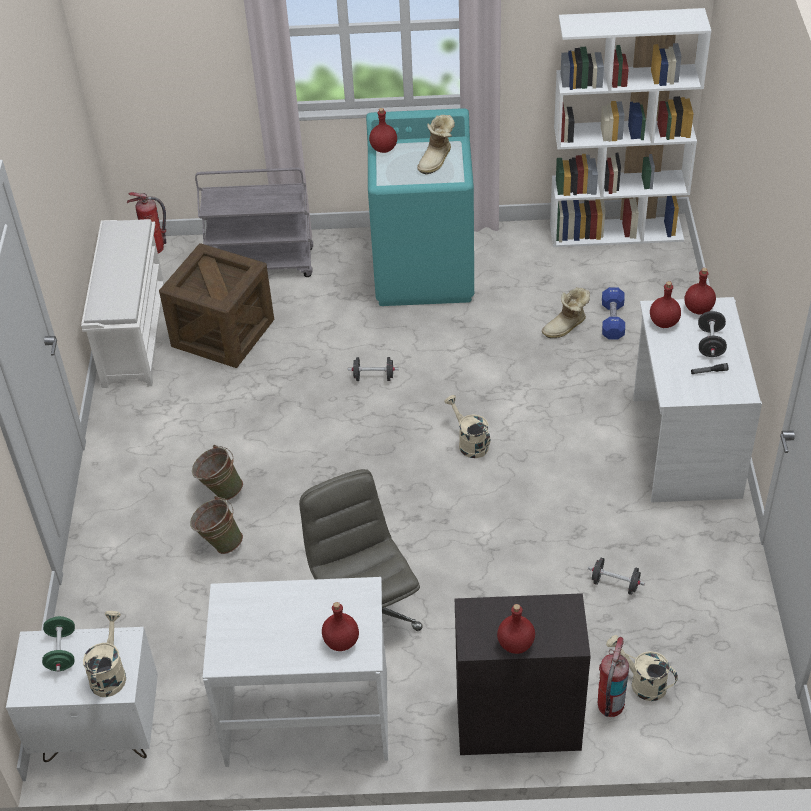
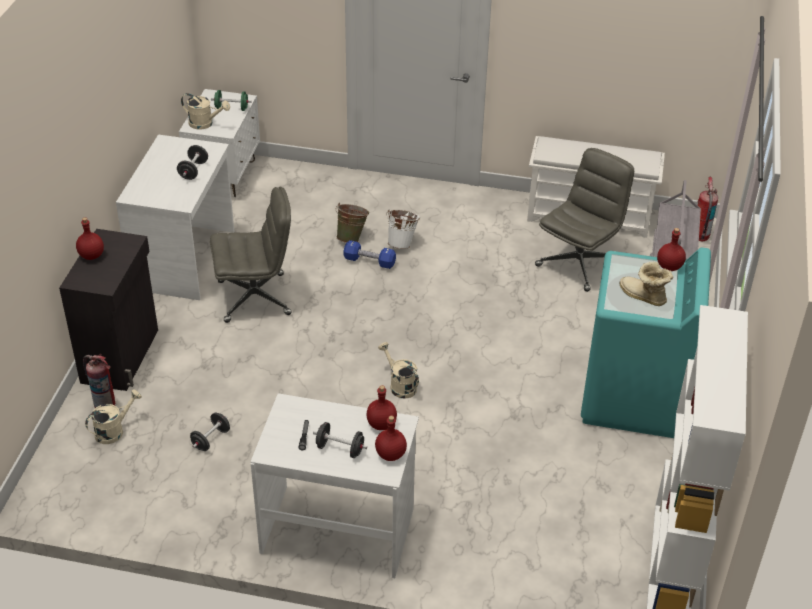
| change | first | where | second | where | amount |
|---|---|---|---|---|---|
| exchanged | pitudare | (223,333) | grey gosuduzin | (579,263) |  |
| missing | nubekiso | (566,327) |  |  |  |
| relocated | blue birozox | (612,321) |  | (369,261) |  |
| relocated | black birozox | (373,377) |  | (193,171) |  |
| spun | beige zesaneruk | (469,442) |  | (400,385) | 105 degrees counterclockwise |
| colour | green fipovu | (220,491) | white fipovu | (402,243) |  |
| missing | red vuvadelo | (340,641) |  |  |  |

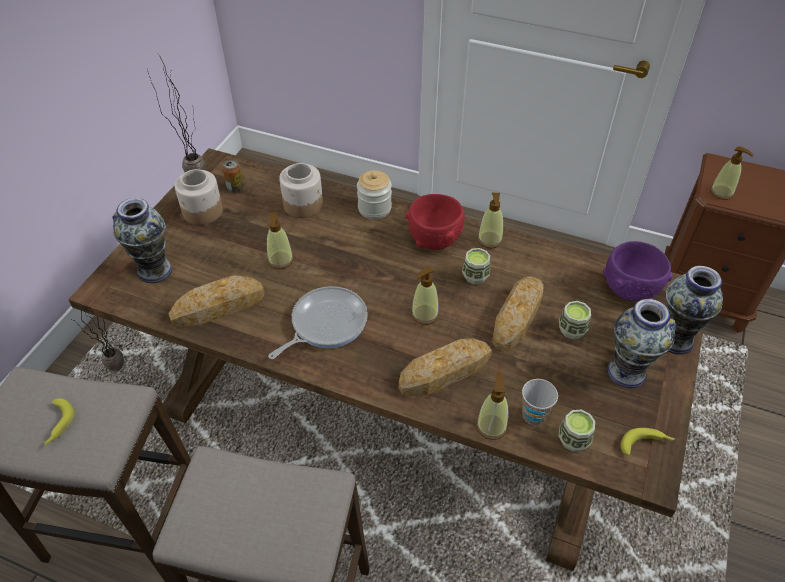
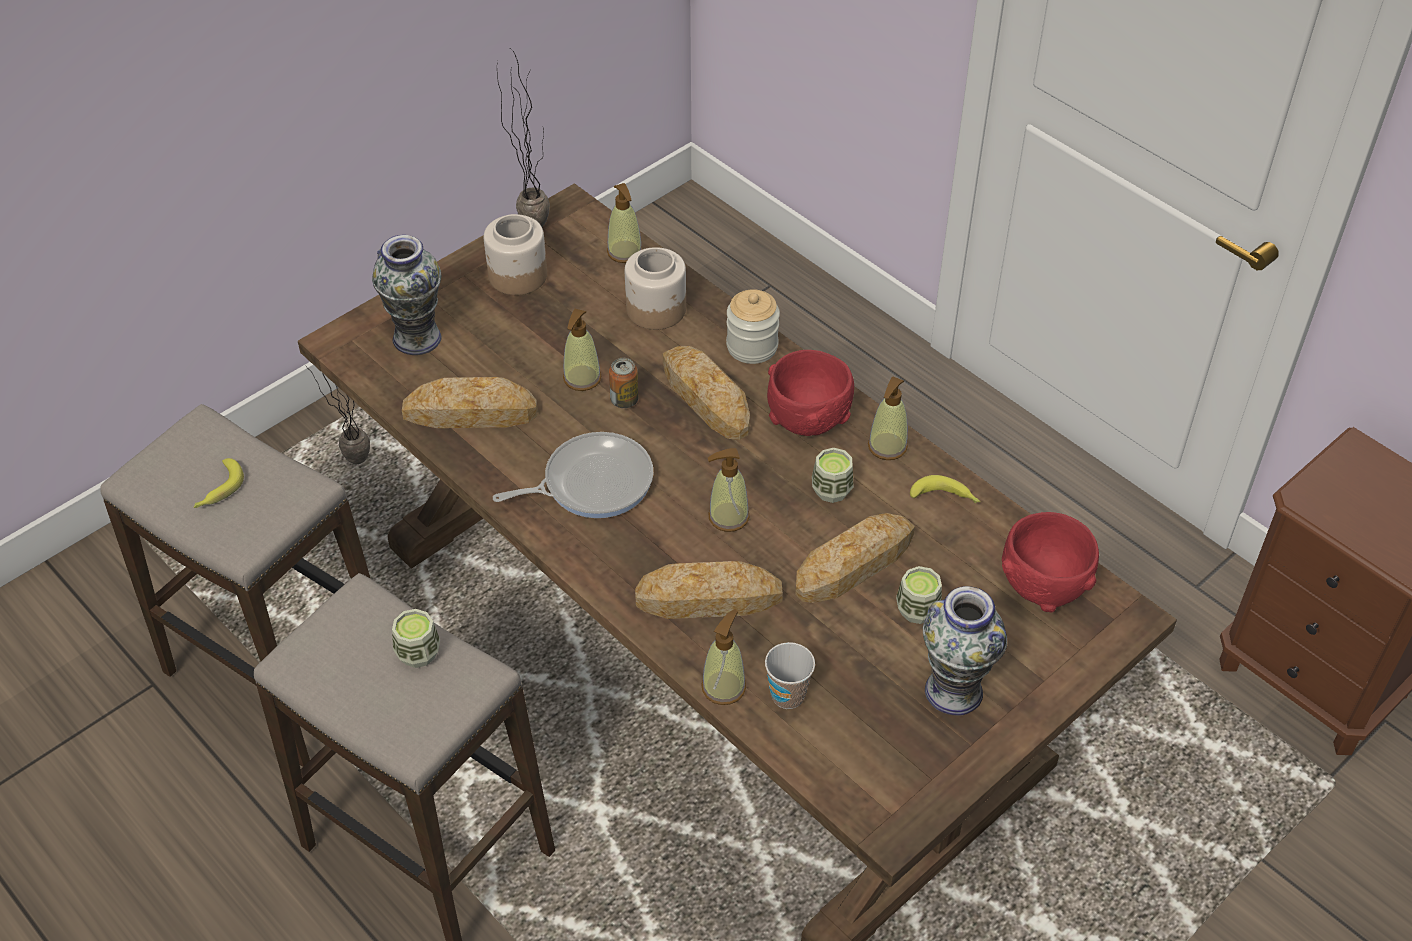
| change | first | where | second | where | amount |
|---|---|---|---|---|---|
| relocated | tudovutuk | (721,192) |  | (625,252) |  |
| relocated | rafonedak | (235,187) |  | (624,400) |  |
| colour | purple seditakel | (629,290) | red seditakel | (1042,587) |  |
| missing | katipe | (675,339) |  |  |  |
| relocated | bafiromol | (573,440) |  | (418,653) |  |
| relocated | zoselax | (646,444) |  | (945,498) |  |
| appeared |  |  | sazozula | (705,397) |  |

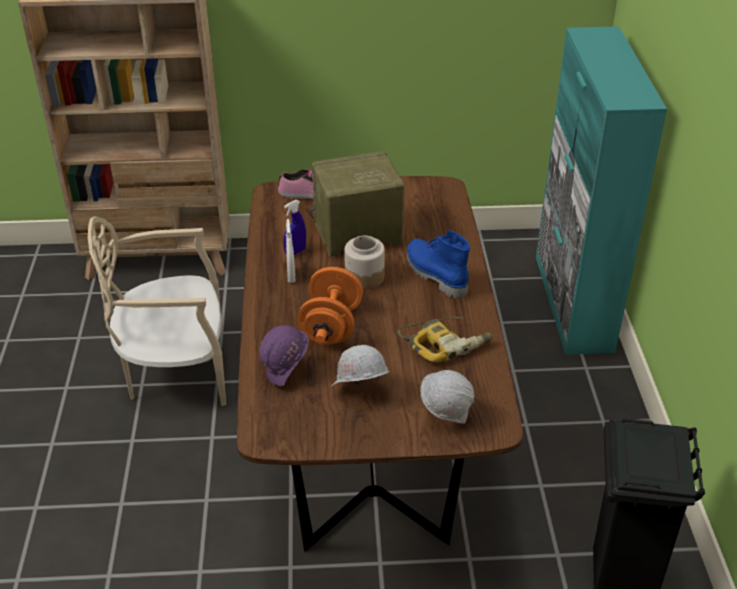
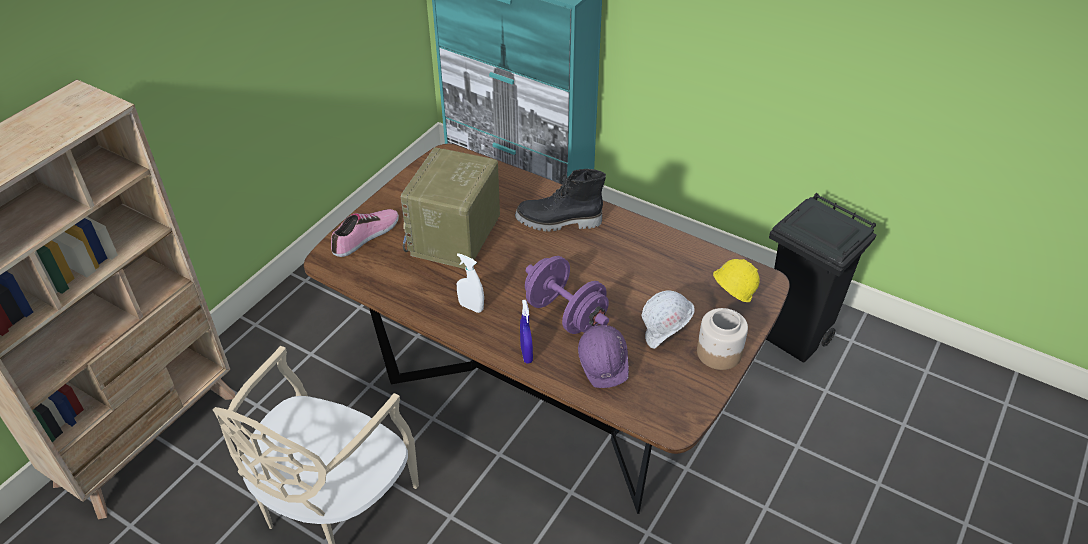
| change | first | where | second | where | amount |
|---|---|---|---|---|---|
| relocated | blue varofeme | (295,252) |  | (526,354) |  |
| colour | blue nubekiso | (434,275) | black nubekiso | (558,222) |  |
| relocated | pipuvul | (364,277) |  | (718,353) |  |
| colour | orange birozox | (331,326) | purple birozox | (565,314) |  |
| missing | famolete | (445,343) |  |  |  |
| colour | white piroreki | (446,414) | yellow piroreki | (730,300) |  |

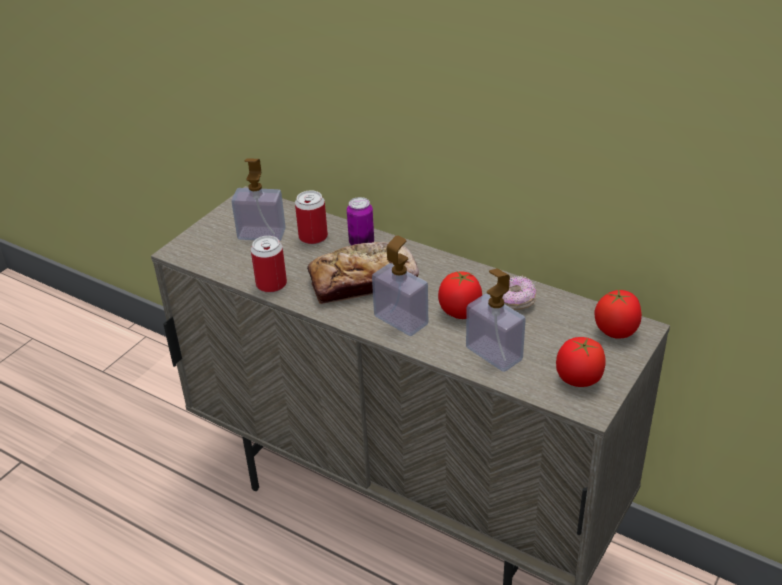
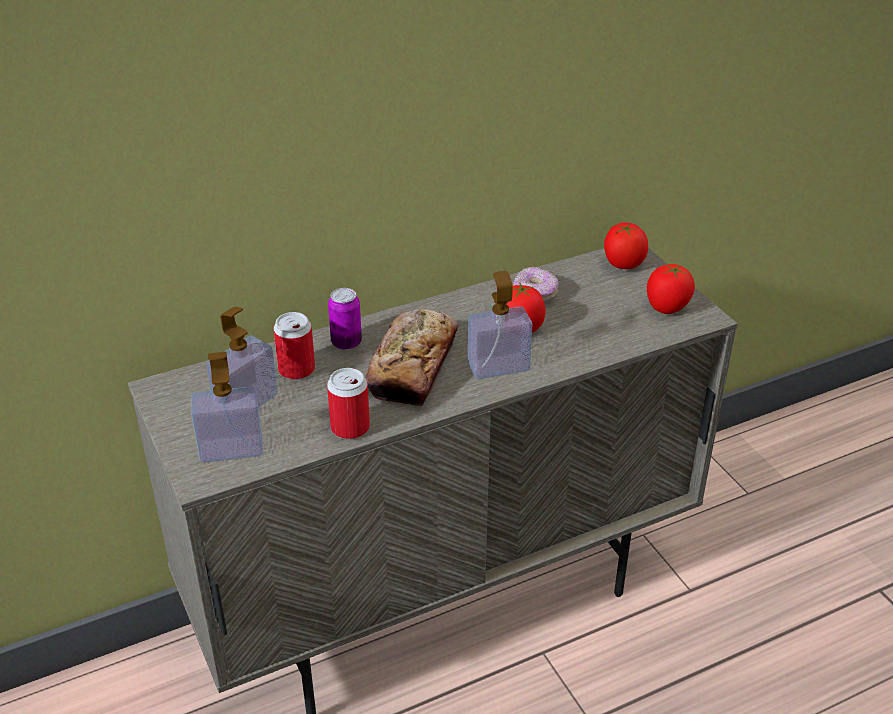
| change | first | where | second | where | amount |
|---|---|---|---|---|---|
| relocated | tudovutuk | (494,353) |  | (231,449) |  |

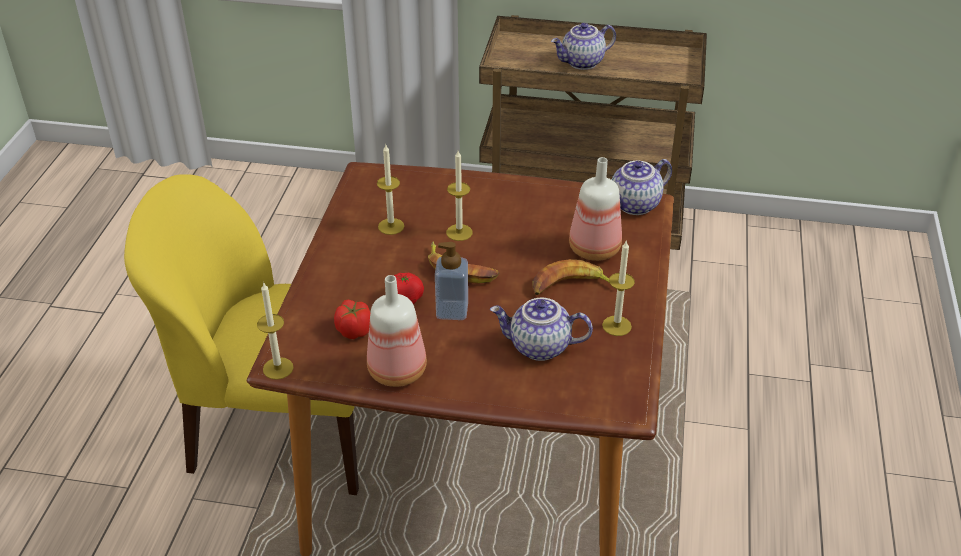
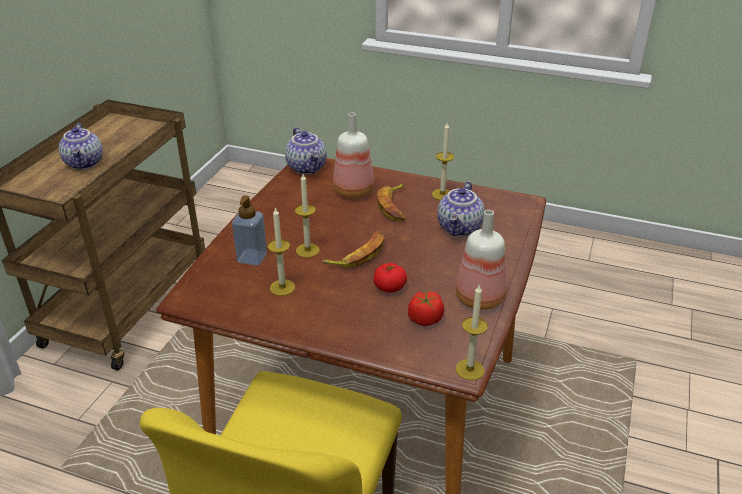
| change | first | where | second | where | amount |
|---|---|---|---|---|---|
| relocated | tudovutuk | (452,310) |  | (252,258) |  |

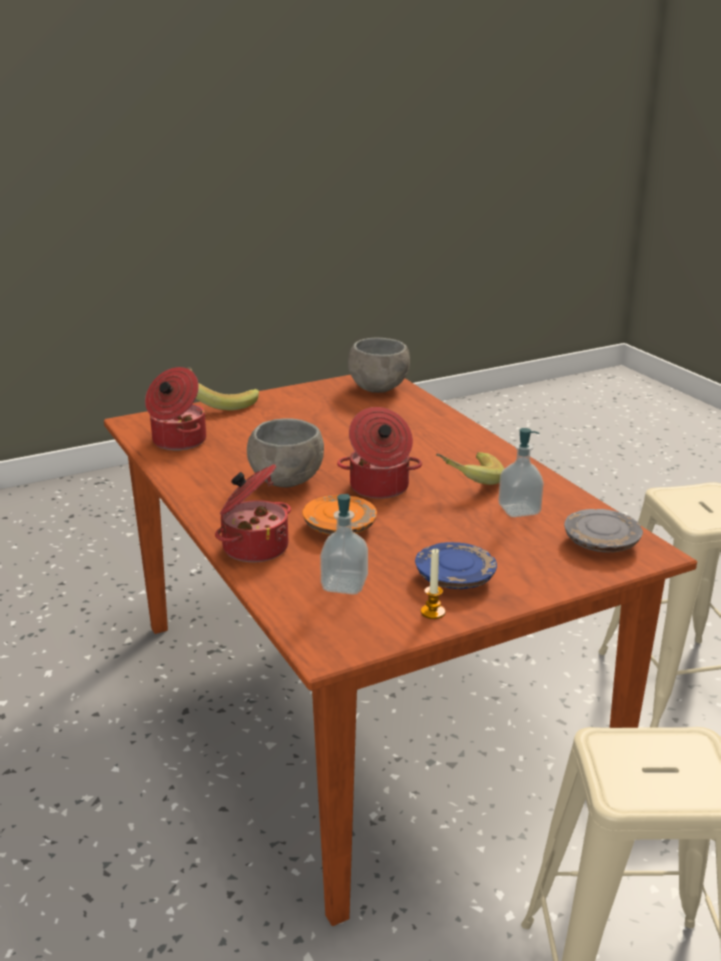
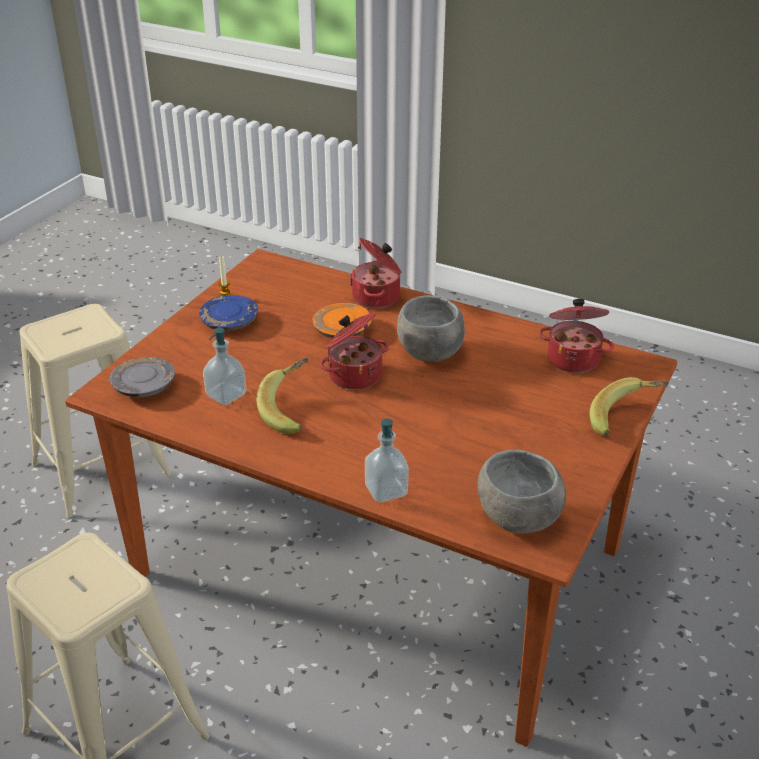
| change | first | where | second | where | amount |
|---|---|---|---|---|---|
| relocated | tudovutuk | (344,585) |  | (386,490) |  |

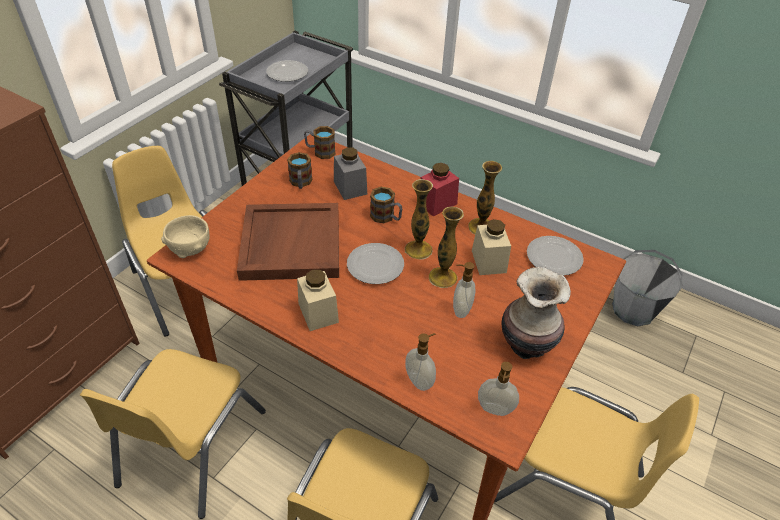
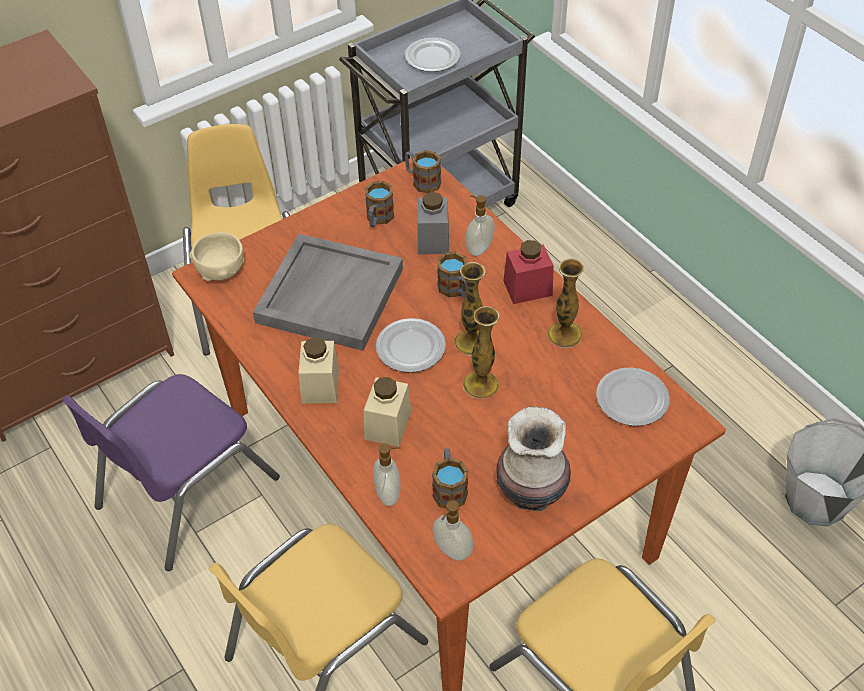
| change | first | where | second | where | amount |
|---|---|---|---|---|---|
| colour | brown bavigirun | (290,243) | grey bavigirun | (329,294) |  |
| relocated | beige pipuvul | (488,261) |  | (388,425) |  |
| relocated | tudovutuk | (460,309) |  | (478,248) |  |
| colour | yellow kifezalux | (191,447) | purple kifezalux | (185,491) |  |
| appeared |  |  | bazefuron | (449,487) |  |

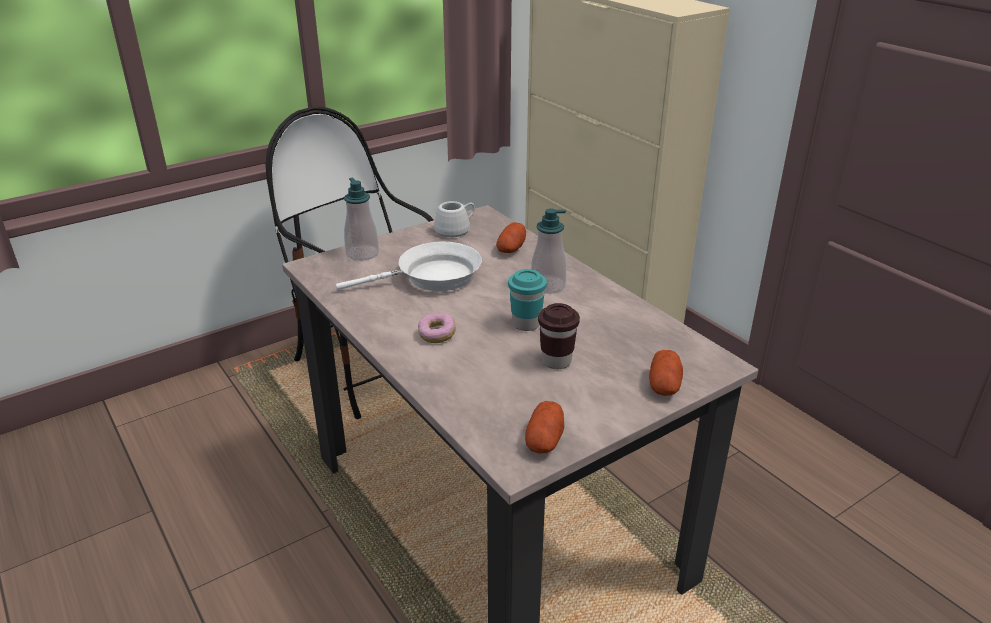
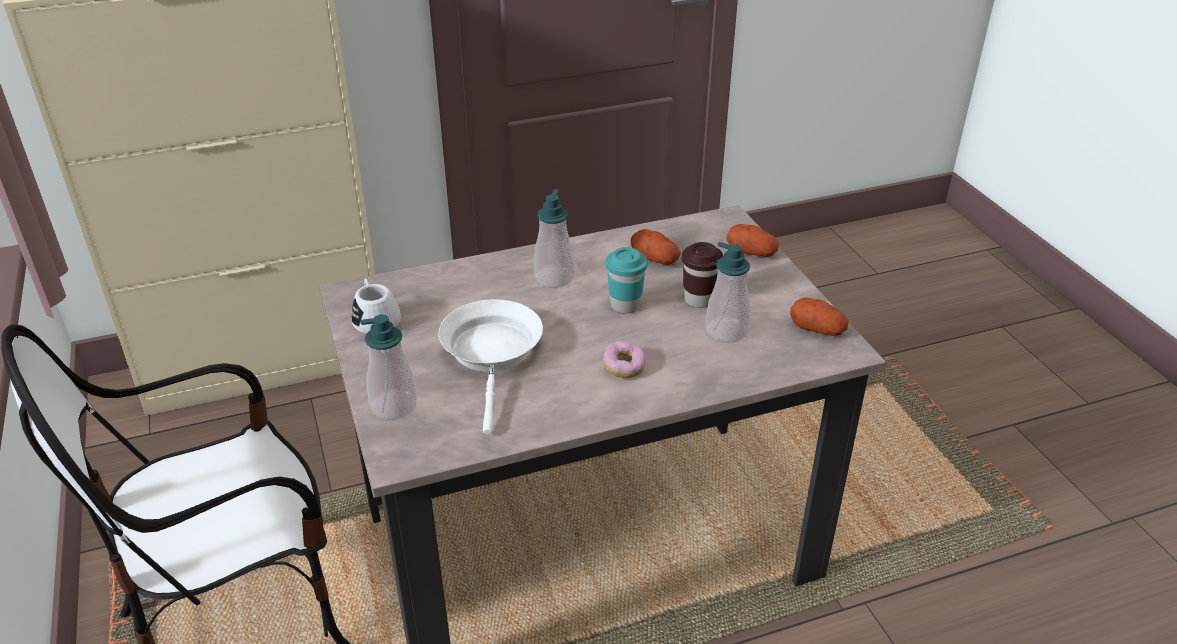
| change | first | where | second | where | amount |
|---|---|---|---|---|---|
| relocated | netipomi | (511,248) |  | (655,259) |  |
| appeared |  |  | tudovutuk | (726,331) |  |

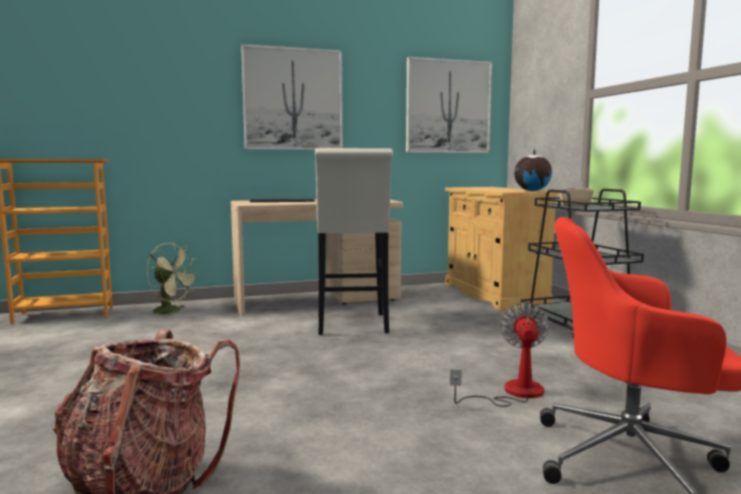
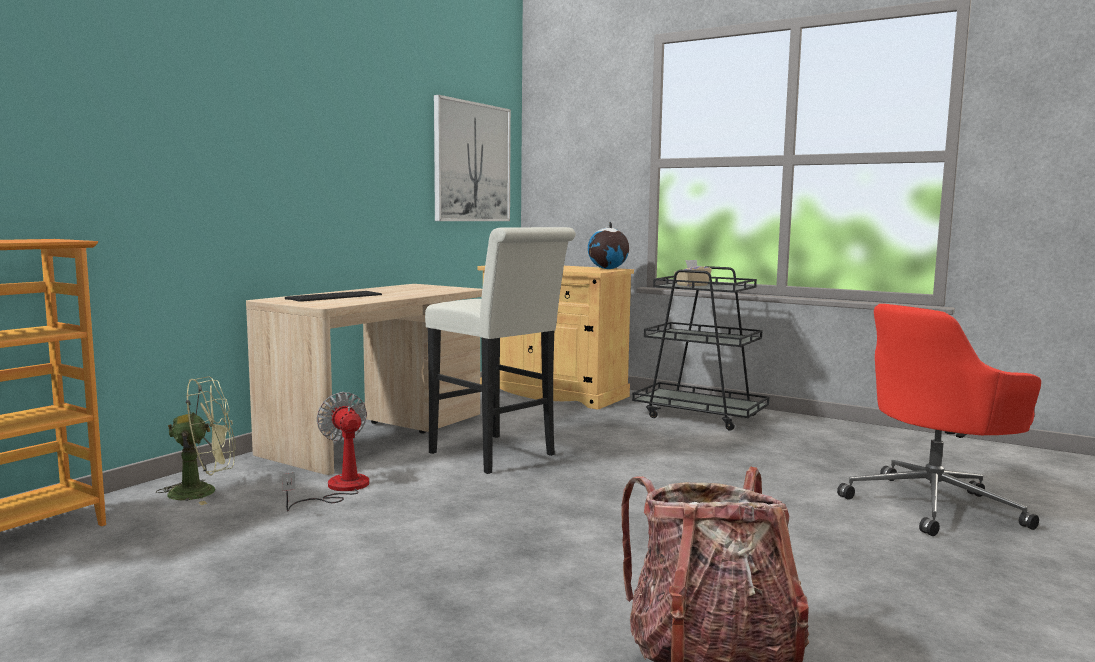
| change | first | where | second | where | amount |
|---|---|---|---|---|---|
| missing | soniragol | (293,99) |  |  |  |
| relocated | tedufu | (512,393) |  | (339,489) |  |

